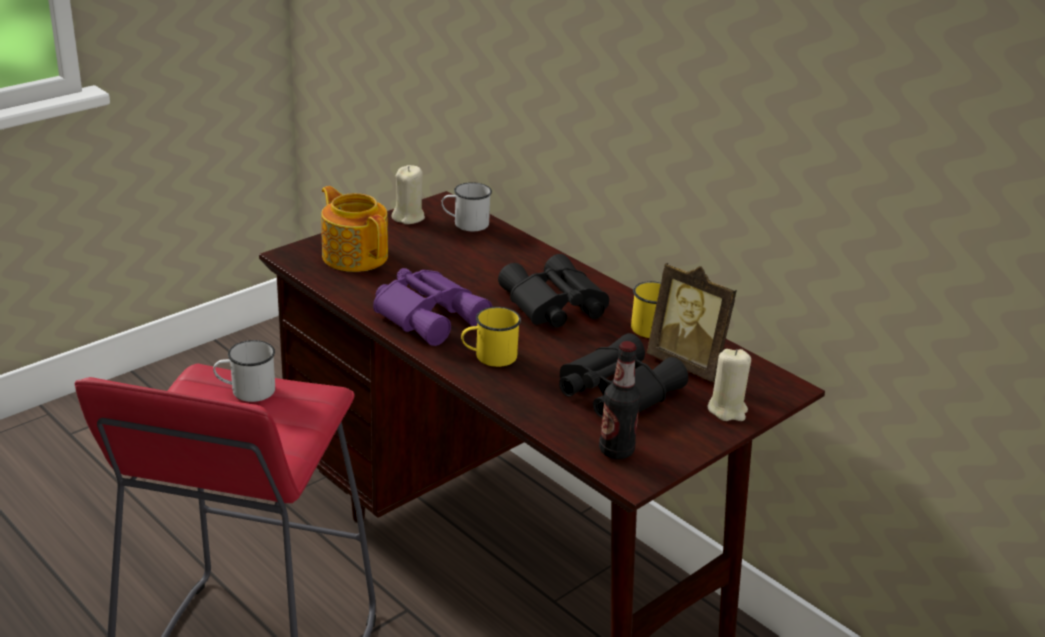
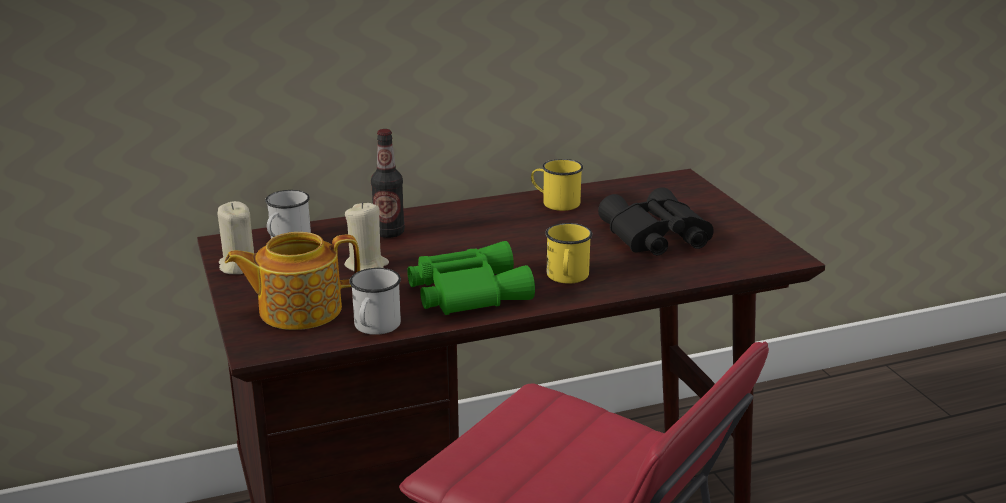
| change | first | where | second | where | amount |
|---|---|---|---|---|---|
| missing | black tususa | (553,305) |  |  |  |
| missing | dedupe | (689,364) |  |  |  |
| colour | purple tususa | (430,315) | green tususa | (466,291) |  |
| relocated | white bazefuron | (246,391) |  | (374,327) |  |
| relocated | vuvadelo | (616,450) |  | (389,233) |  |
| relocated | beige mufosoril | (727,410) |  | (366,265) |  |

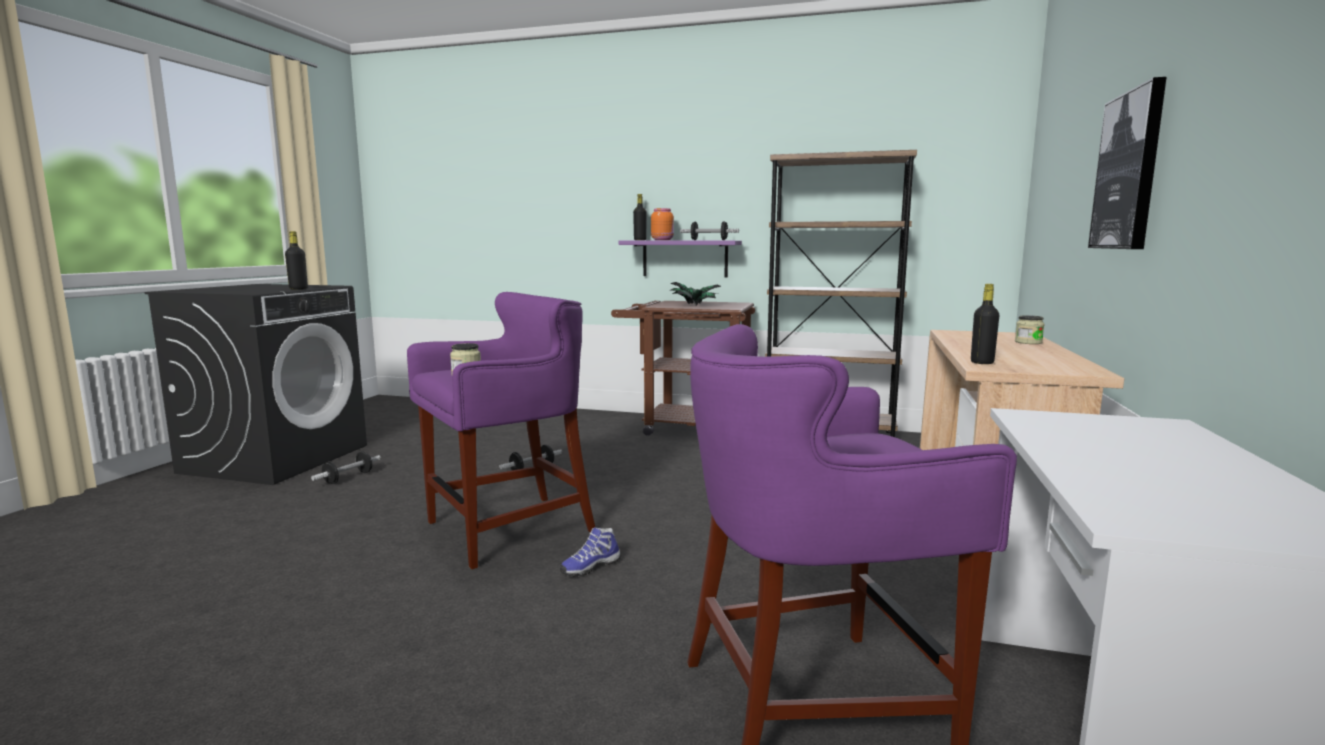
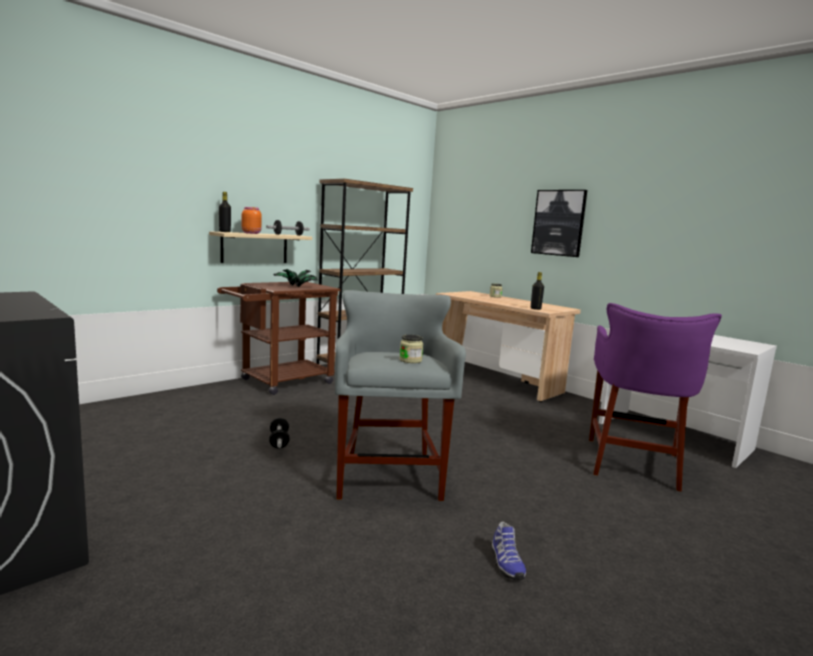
| change | first | where | second | where | amount |
|---|---|---|---|---|---|
| missing | black vuvadelo | (298,289) |  |  |  |
| colour | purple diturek | (685,258) | beige diturek | (254,248) |  |
| colour | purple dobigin | (508,529) | grey dobigin | (389,475) |  |
| missing | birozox | (348,478) |  |  |  |
| relocated | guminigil | (590,567) |  | (505,563) |  |

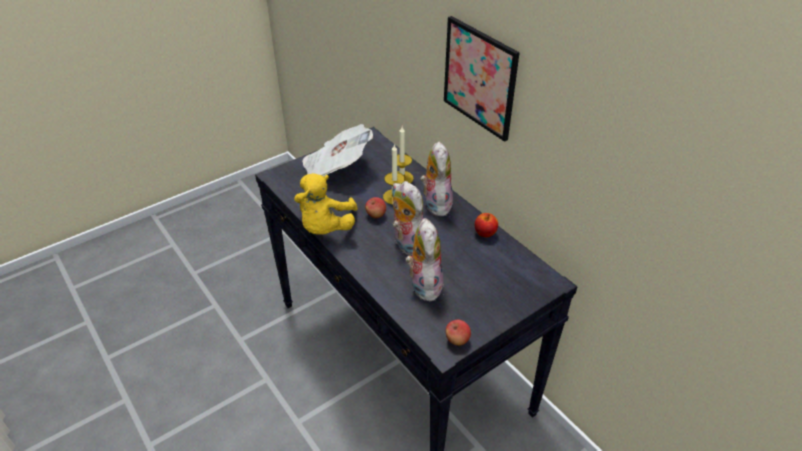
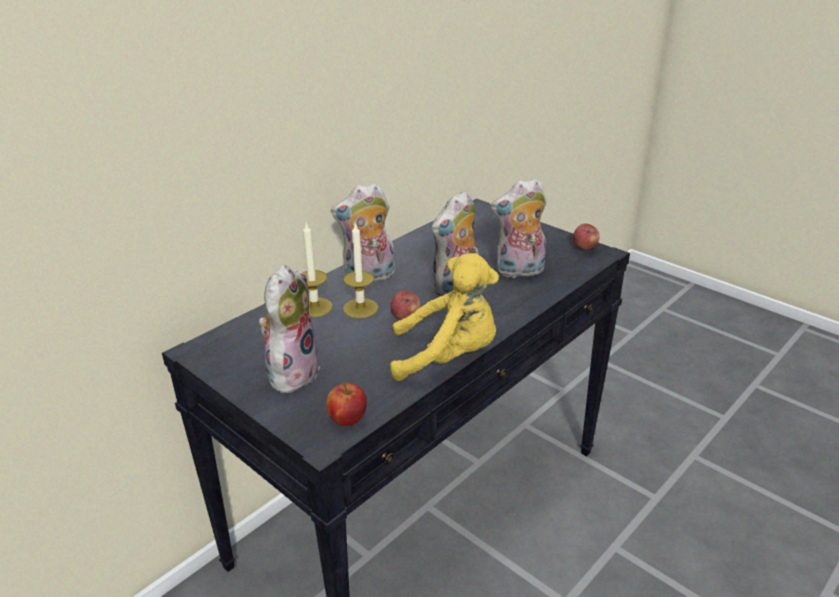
| change | first | where | second | where | amount |
|---|---|---|---|---|---|
| missing | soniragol | (479,78) |  |  |  |
| exchanged | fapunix | (336,167) | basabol | (291,372) |  |
| relocated | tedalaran | (485,233) |  | (347,419) |  |

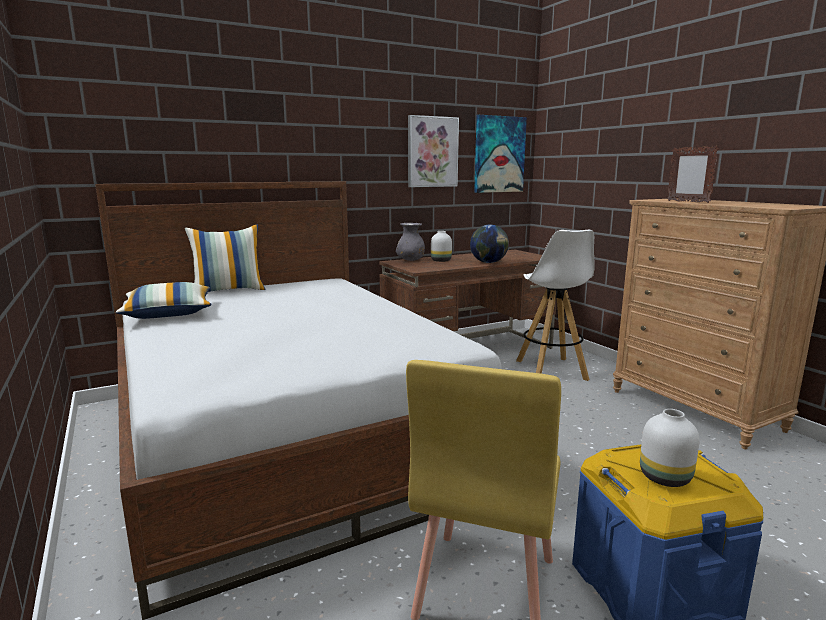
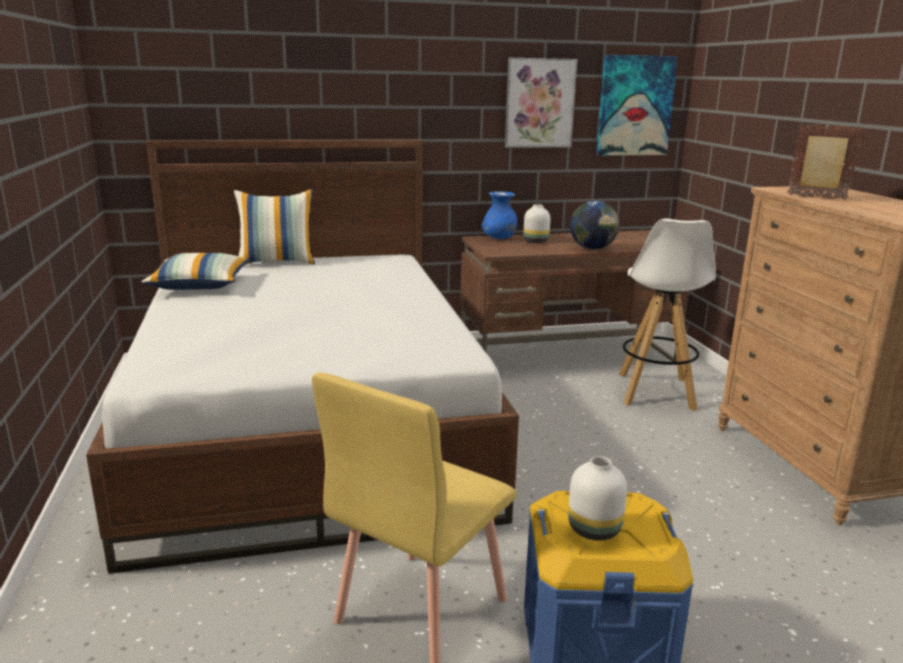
| change | first | where | second | where | amount |
|---|---|---|---|---|---|
| spun | dedupe | (687,202) |  | (817,197) | 150 degrees clockwise |
| colour | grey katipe | (410,260) | blue katipe | (499,238) |  |

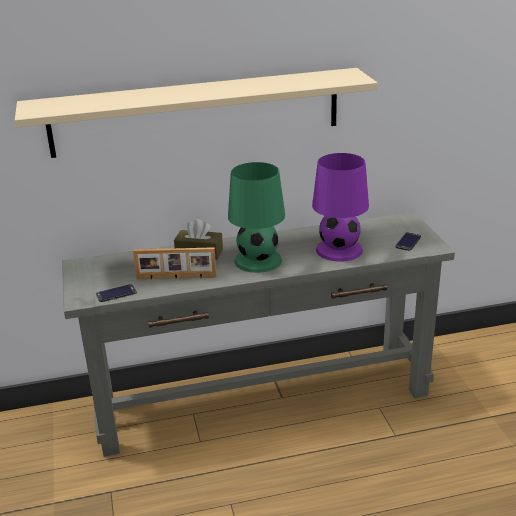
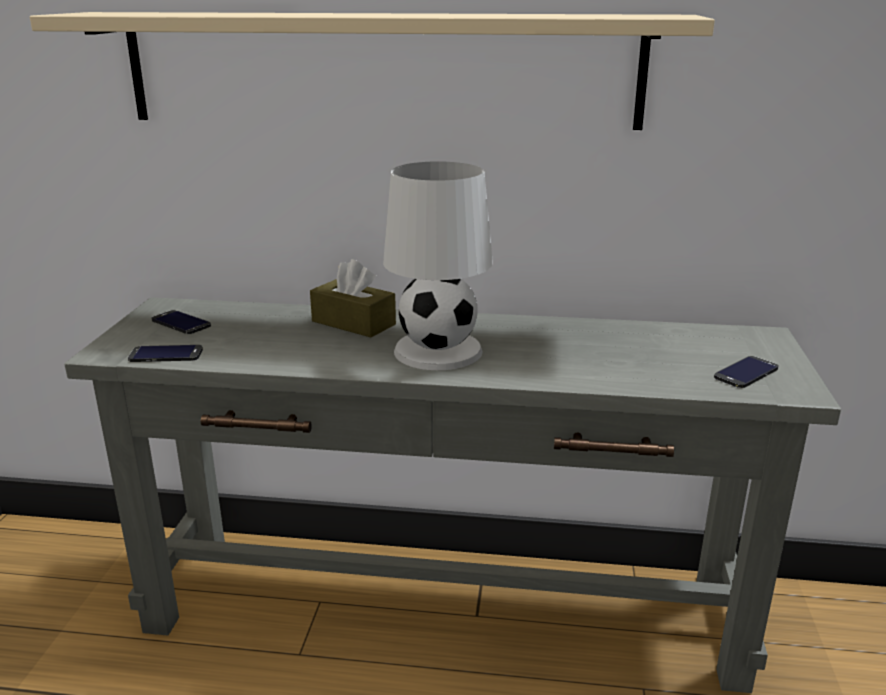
| change | first | where | second | where | amount |
|---|---|---|---|---|---|
| missing | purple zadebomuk | (340,250) |  |  |  |
| colour | green zadebomuk | (258,261) | white zadebomuk | (438,351) |  |
| missing | dedupe | (176,278) |  |  |  |
| appeared |  |  | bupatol | (181,323) |  |

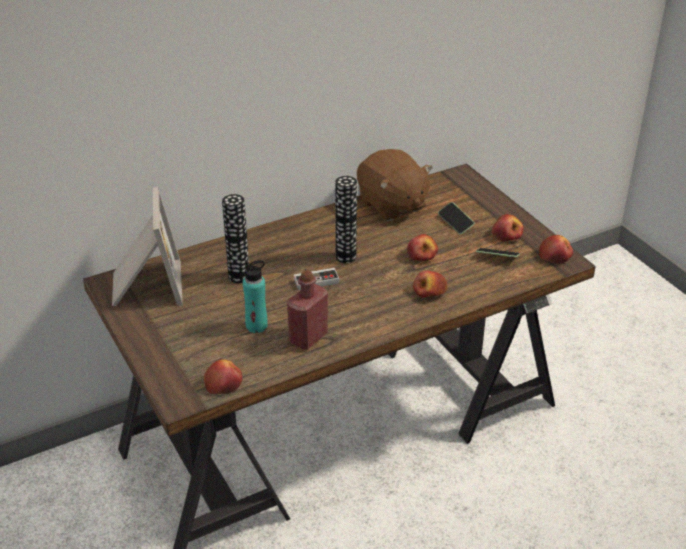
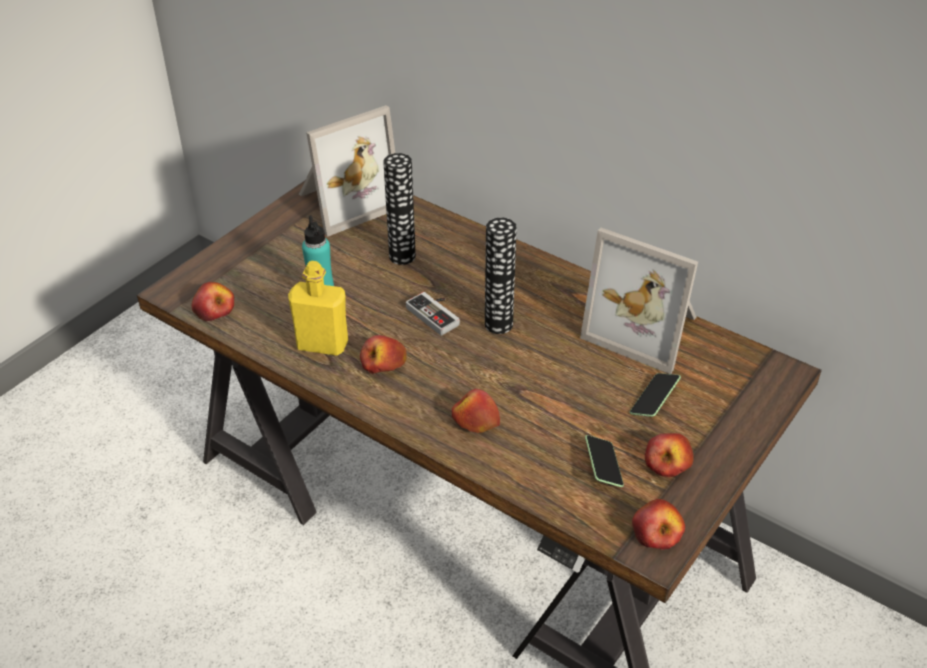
| change | first | where | second | where | amount |
|---|---|---|---|---|---|
| exchanged | brown basabol | (392,205) | dedupe | (645,328) |  |
| relocated | tedalaran | (422,255) |  | (383,364) |  |
| colour | red vuvadelo | (308,338) | yellow vuvadelo | (322,345) |  |

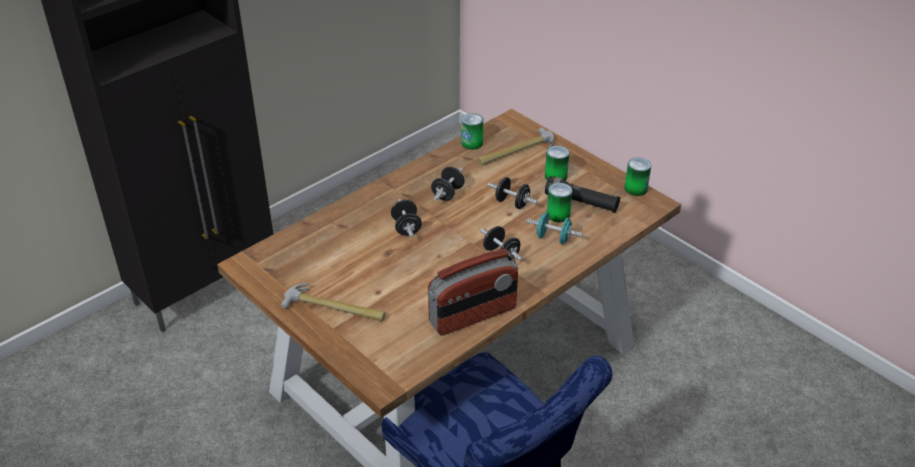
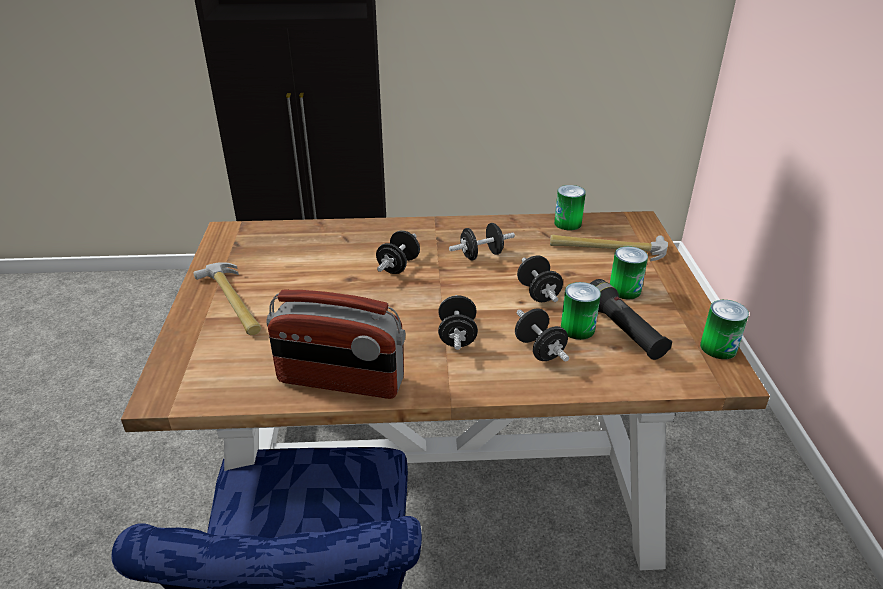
| change | first | where | second | where | amount |
|---|---|---|---|---|---|
| colour | turquoise birozox | (553,238) | black birozox | (539,350) |  |

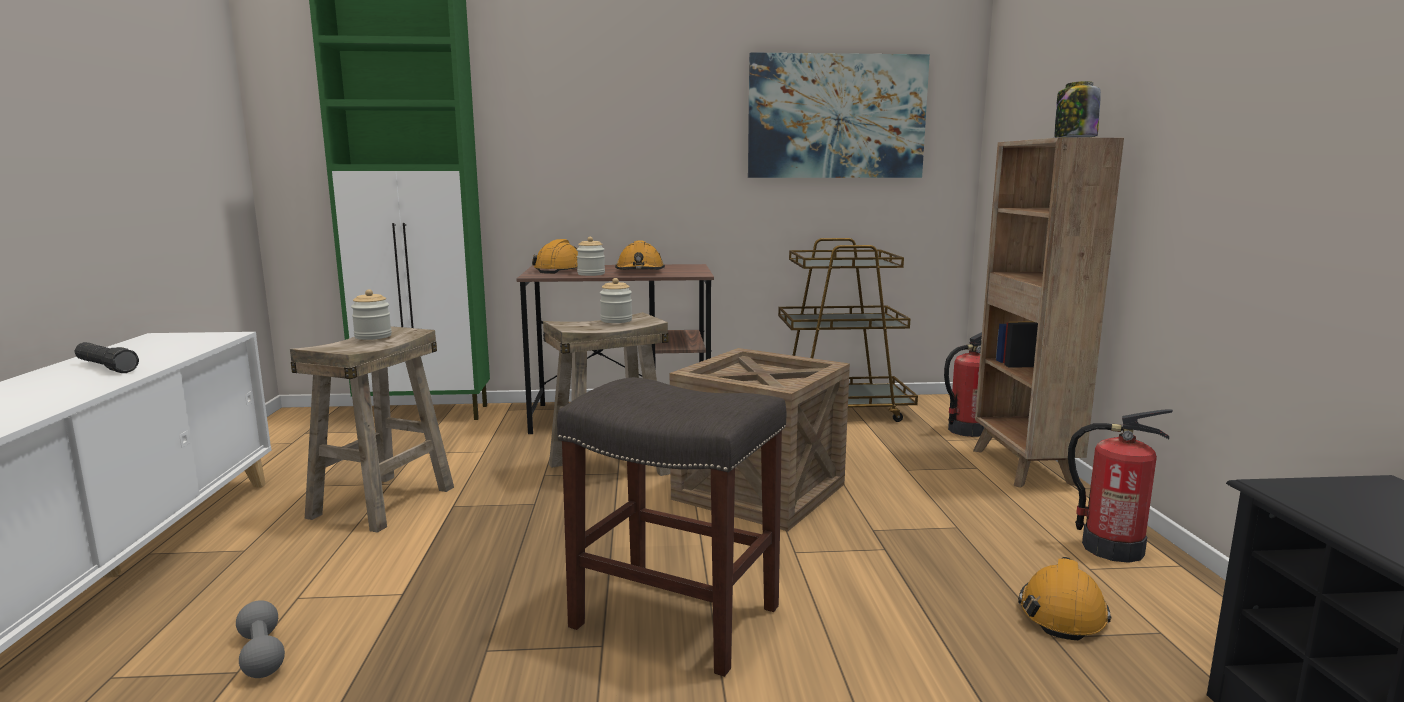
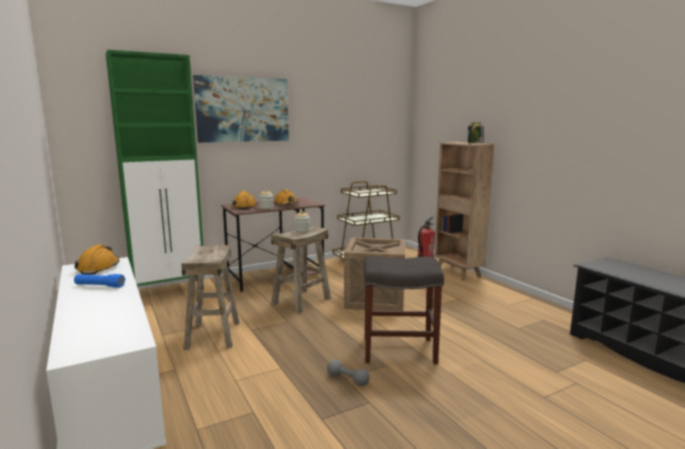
| change | first | where | second | where | amount |
|---|---|---|---|---|---|
| relocated | soniragol | (836,117) |  | (243,109) |  |
| missing | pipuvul | (373,336) |  |  |  |
| colour | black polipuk | (106,367) | blue polipuk | (100,286) |  |
| missing | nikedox | (1111,548) |  |  |  |
| relocated | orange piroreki | (1062,612) |  | (99,267) |  |
| relocated | grey birozox | (261,654) |  | (347,379) |  |

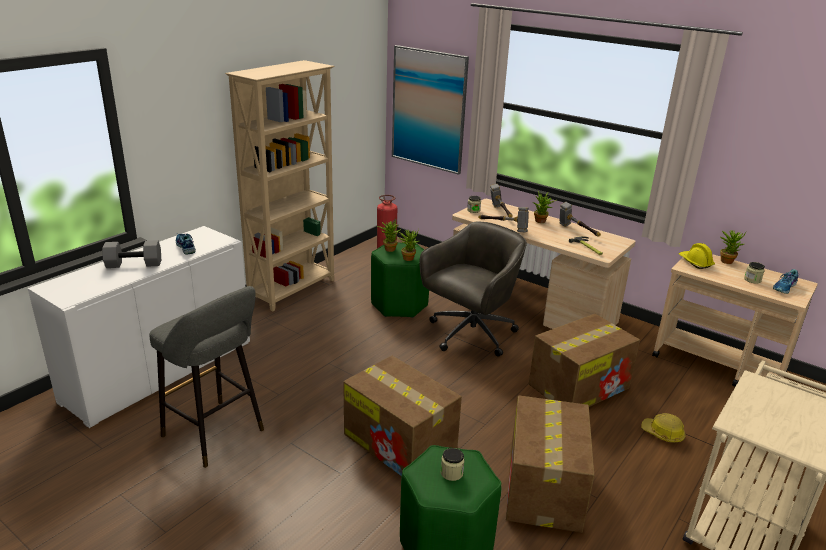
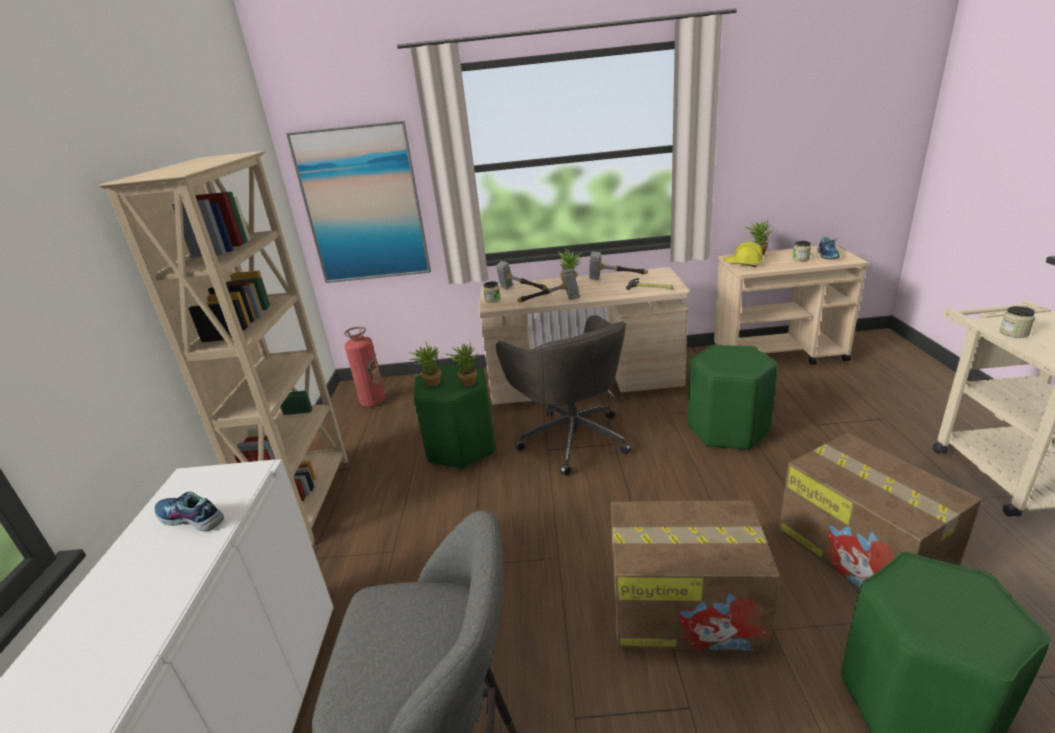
| change | first | where | second | where | amount |
|---|---|---|---|---|---|
| spun | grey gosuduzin | (470,334) |  | (572,438) | 150 degrees clockwise |
| missing | grey birozox | (134,264) |  |  |  |
| exchanged | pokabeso | (579,386) | green dobigin | (727,429) |  |
| missing | piroreki | (662,433) |  |  |  |
| relocated | pipuvul | (451,473) |  | (1014,333) |  |

